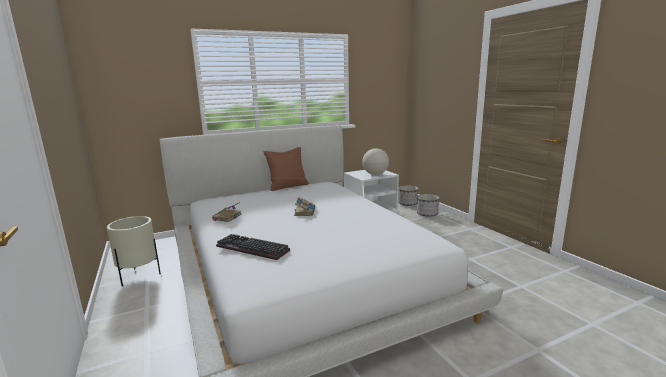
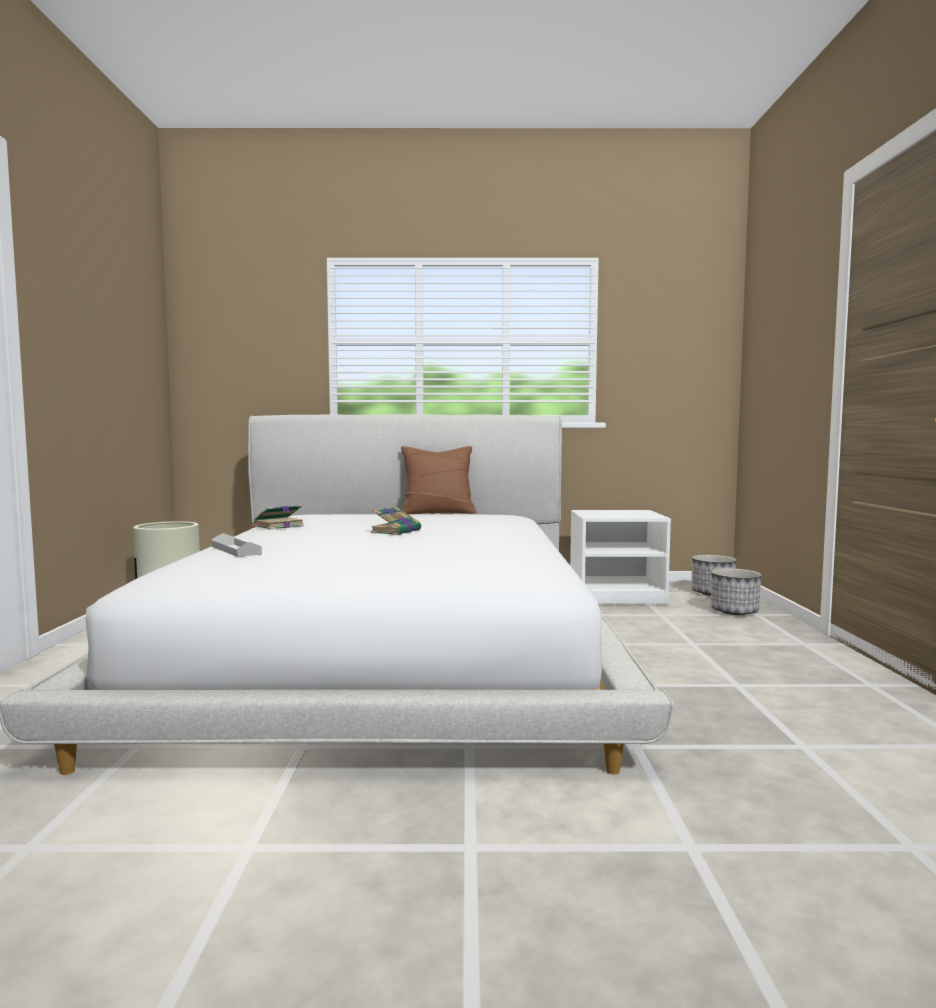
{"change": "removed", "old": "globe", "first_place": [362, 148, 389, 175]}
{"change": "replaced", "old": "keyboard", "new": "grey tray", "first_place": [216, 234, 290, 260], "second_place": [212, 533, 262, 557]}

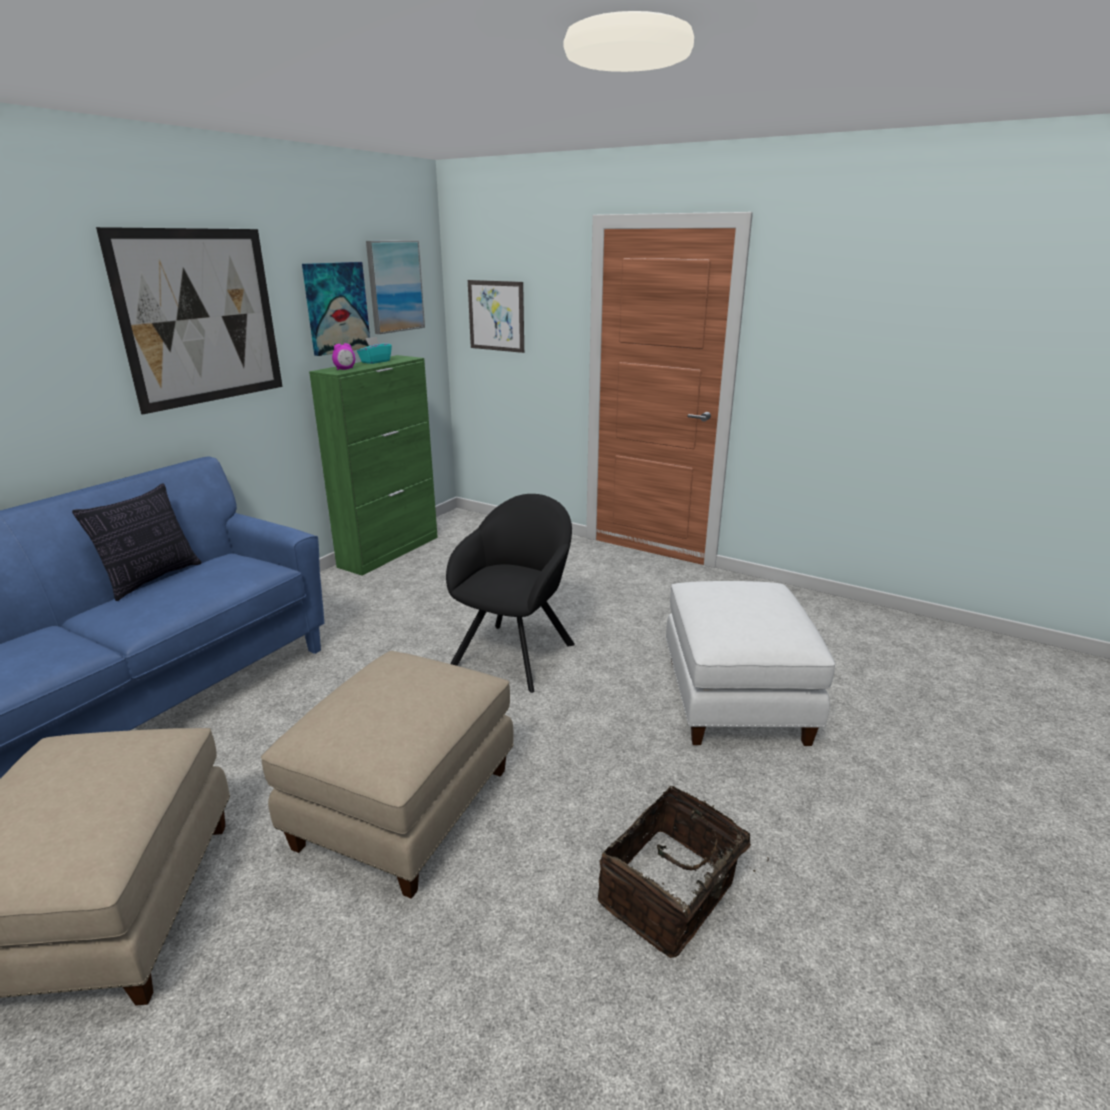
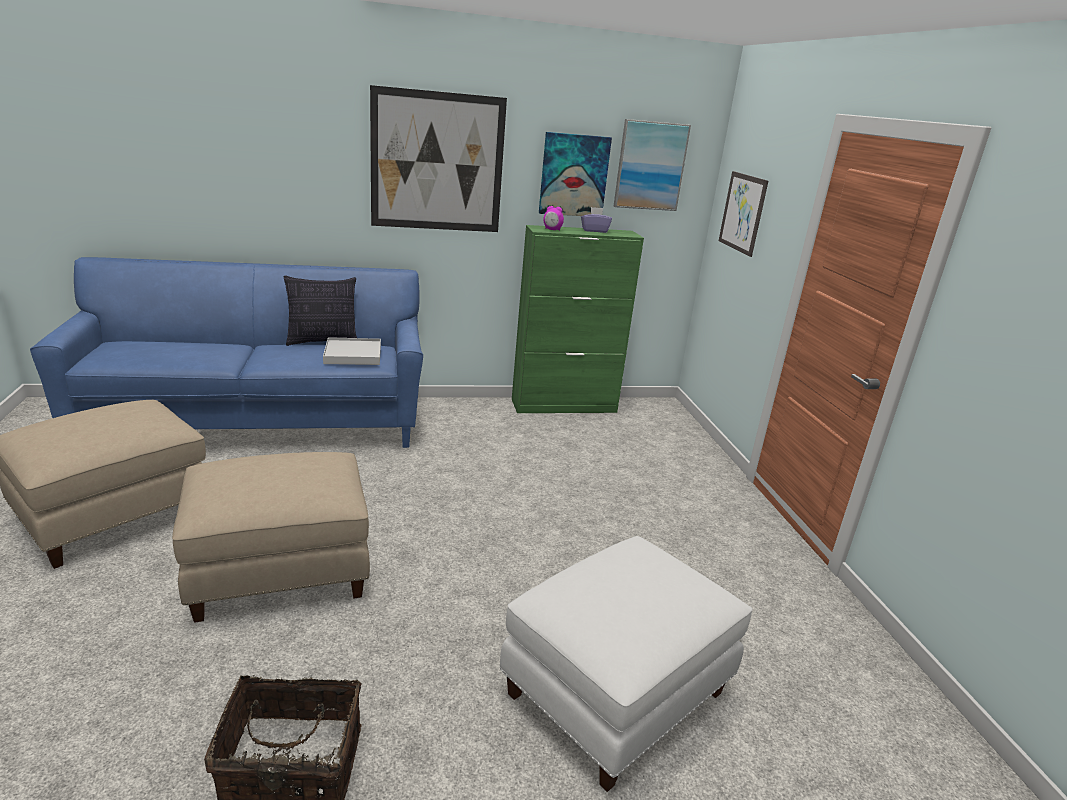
{"change": "removed", "old": "black armchair", "first_place": [446, 494, 575, 693]}
{"change": "added", "new": "white tray", "second_place": [323, 337, 381, 365]}
{"change": "recoloured", "old": "turquoise tissue box", "new": "purple tissue box", "first_place": [357, 337, 392, 364], "second_place": [581, 207, 612, 233]}

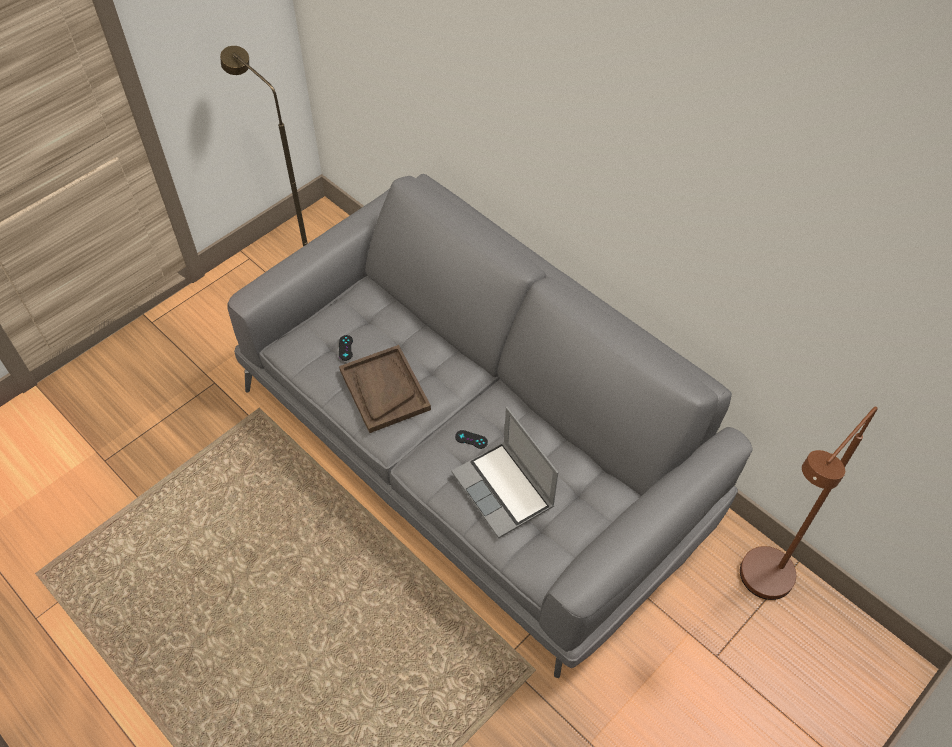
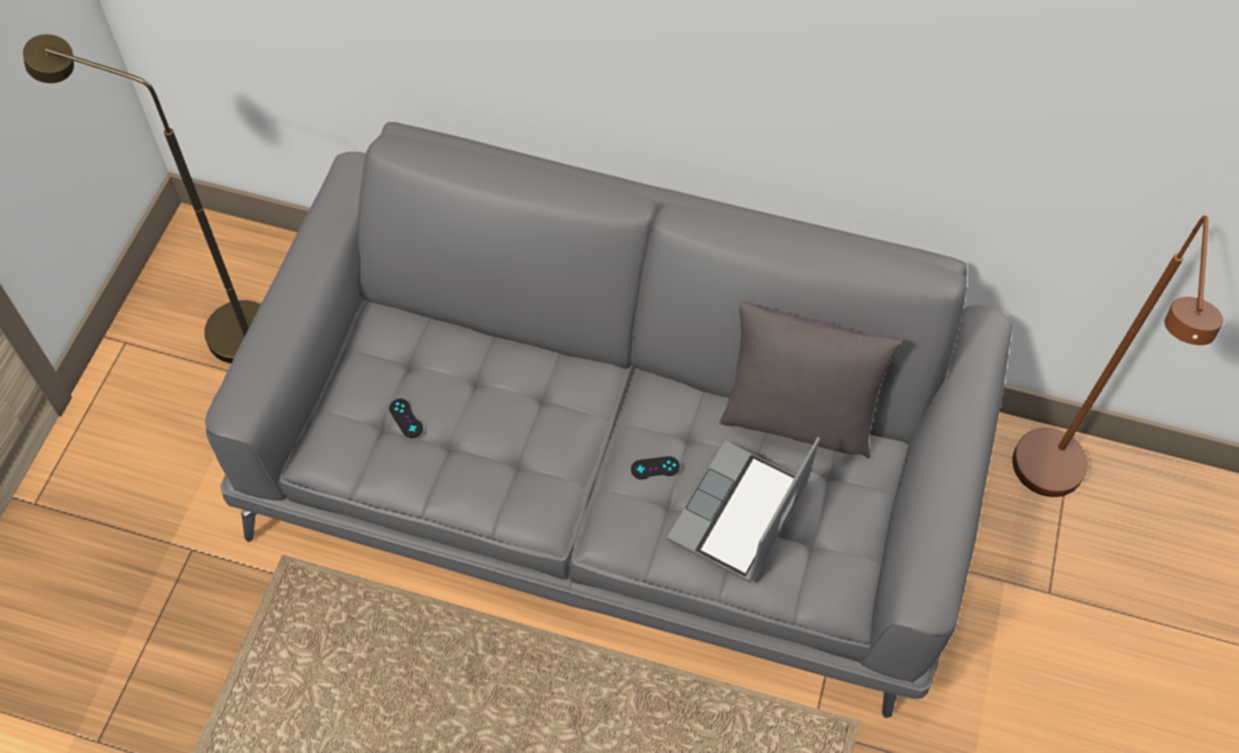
{"change": "removed", "old": "brown tray", "first_place": [339, 345, 431, 433]}
{"change": "added", "new": "grey pillow", "second_place": [720, 301, 902, 458]}
{"change": "turned", "old": "laptop", "first_place": [452, 407, 558, 539], "second_place": [667, 437, 820, 584], "degrees": 90}

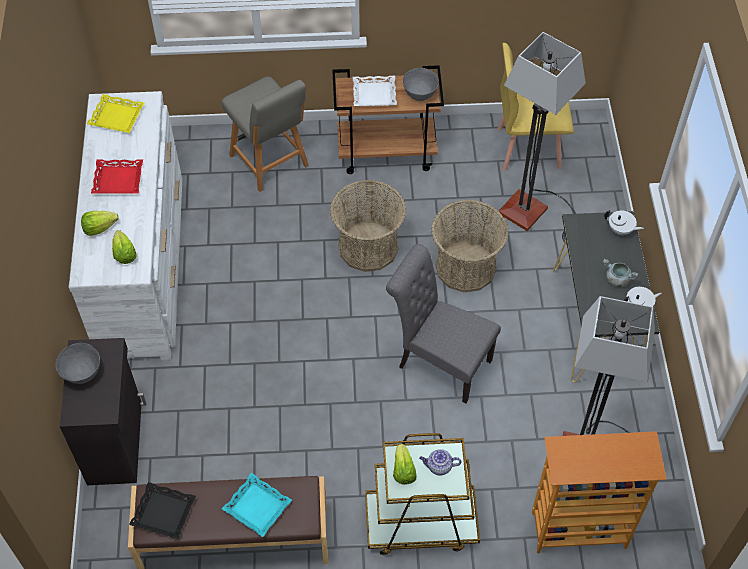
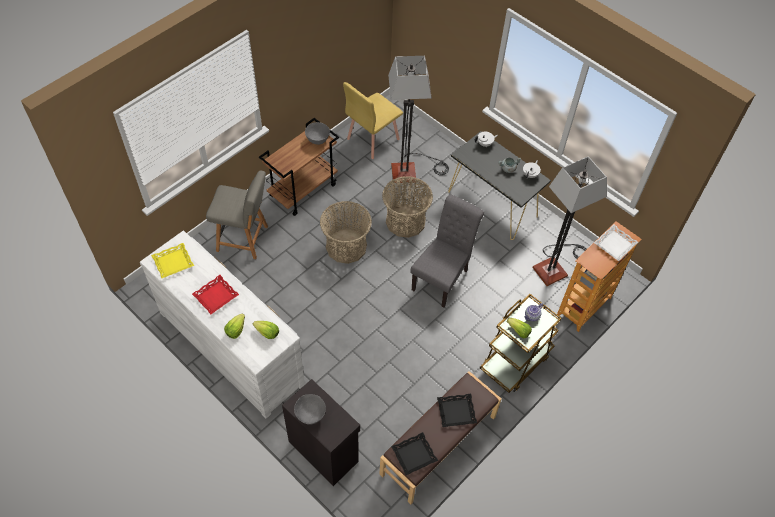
{"change": "moved", "old": "white tray", "first_place": [353, 76, 397, 106], "second_place": [594, 224, 638, 261]}
{"change": "recoloured", "old": "turquoise tray", "new": "black tray", "first_place": [222, 473, 292, 537], "second_place": [437, 394, 477, 427]}
{"change": "turned", "old": "grey chair", "first_place": [386, 244, 501, 403], "second_place": [411, 195, 484, 308], "degrees": 135}

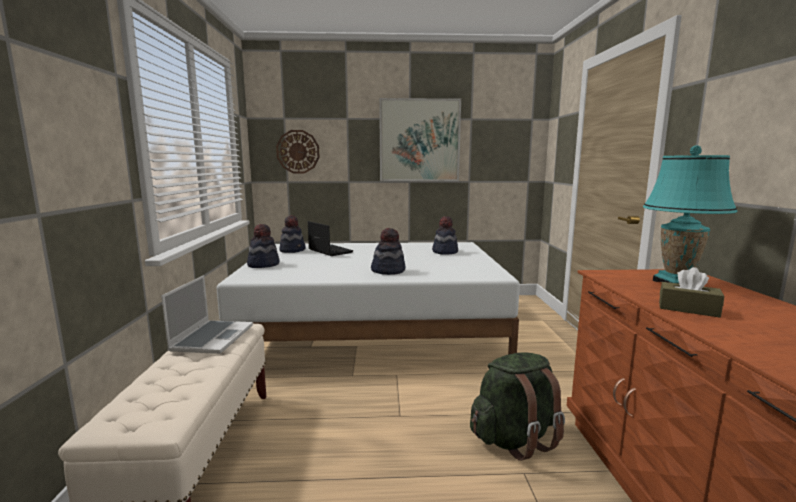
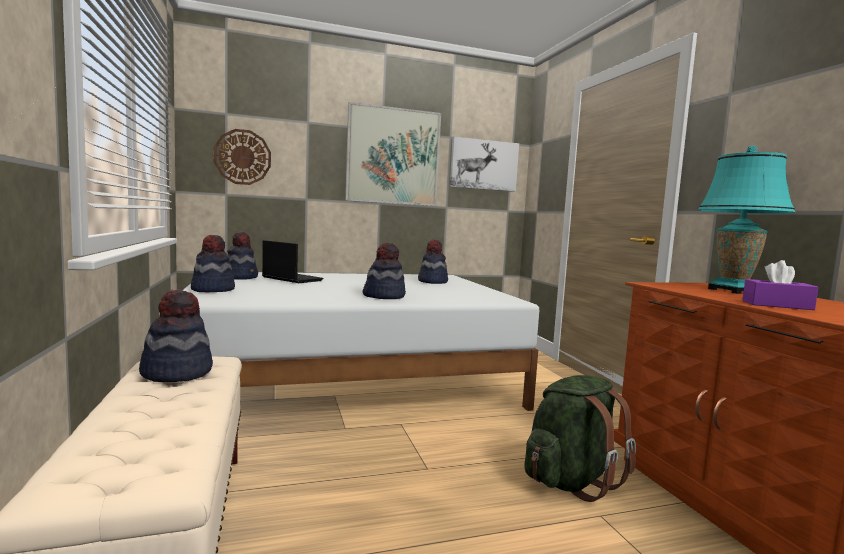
{"change": "added", "new": "picture", "second_place": [450, 136, 519, 192]}
{"change": "replaced", "old": "laptop", "new": "hat", "first_place": [161, 275, 253, 354], "second_place": [139, 289, 213, 382]}
{"change": "recoloured", "old": "brown tissue box", "new": "purple tissue box", "first_place": [659, 267, 724, 318], "second_place": [742, 260, 818, 310]}

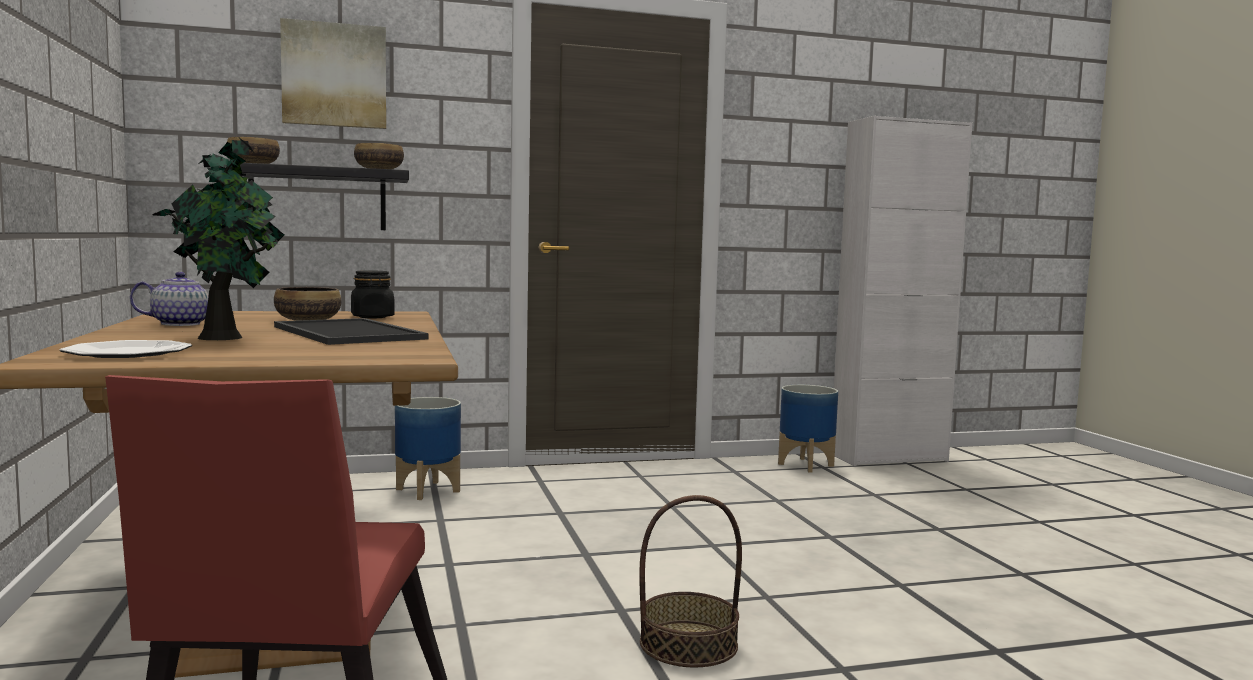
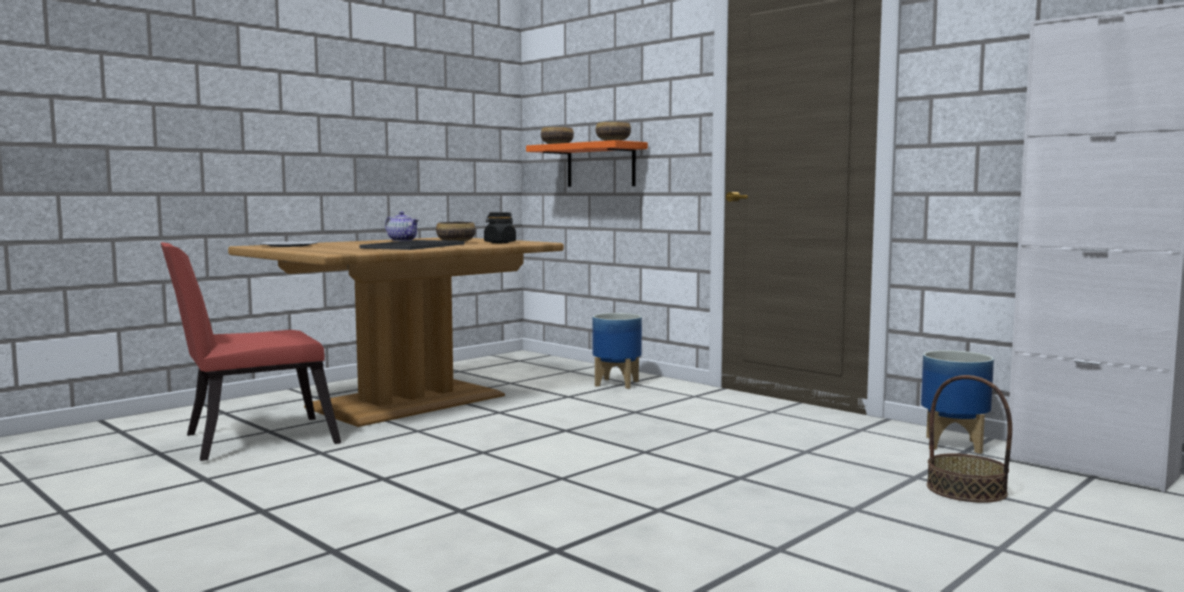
{"change": "removed", "old": "potted plant", "first_place": [152, 138, 284, 340]}
{"change": "removed", "old": "picture", "first_place": [280, 18, 386, 129]}
{"change": "moved", "old": "basket", "first_place": [639, 495, 742, 667], "second_place": [927, 375, 1012, 503]}
{"change": "recoloured", "old": "black shelf", "new": "orange shelf", "first_place": [220, 163, 409, 230], "second_place": [526, 140, 648, 187]}

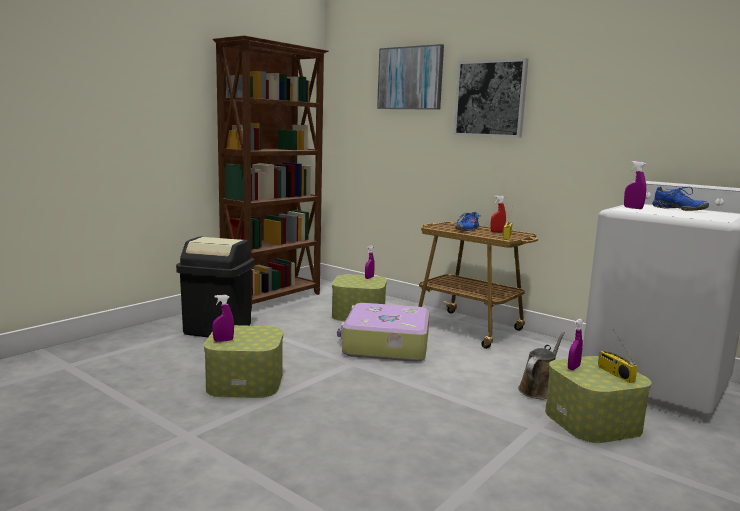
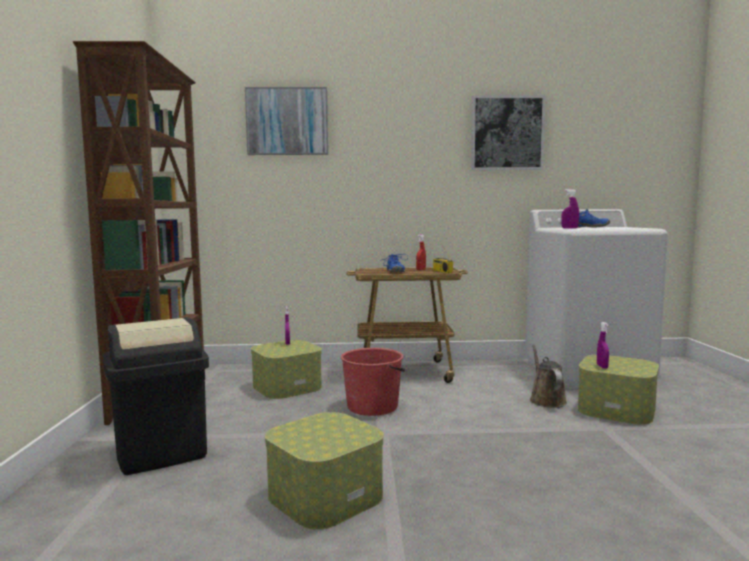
{"change": "removed", "old": "purple spray bottle", "first_place": [212, 295, 234, 342]}
{"change": "removed", "old": "radio", "first_place": [598, 329, 638, 383]}
{"change": "moved", "old": "picture", "first_place": [453, 58, 528, 138], "second_place": [471, 95, 546, 170]}
{"change": "replaced", "old": "suitcase", "new": "red bucket", "first_place": [337, 303, 429, 362], "second_place": [341, 348, 405, 416]}

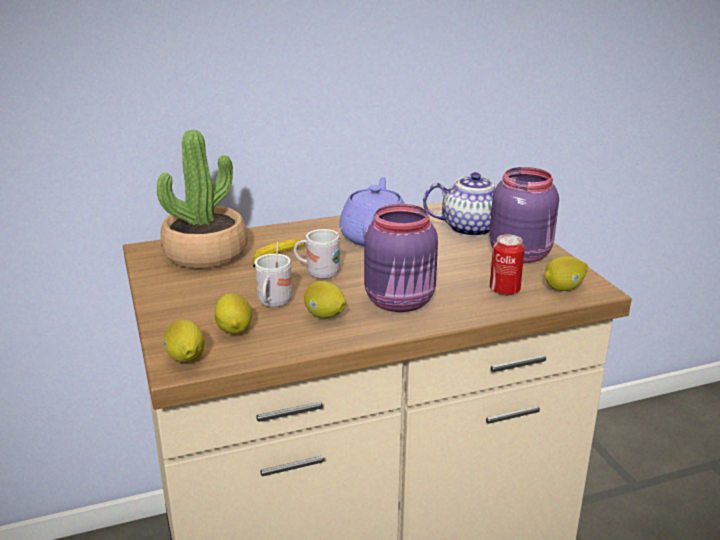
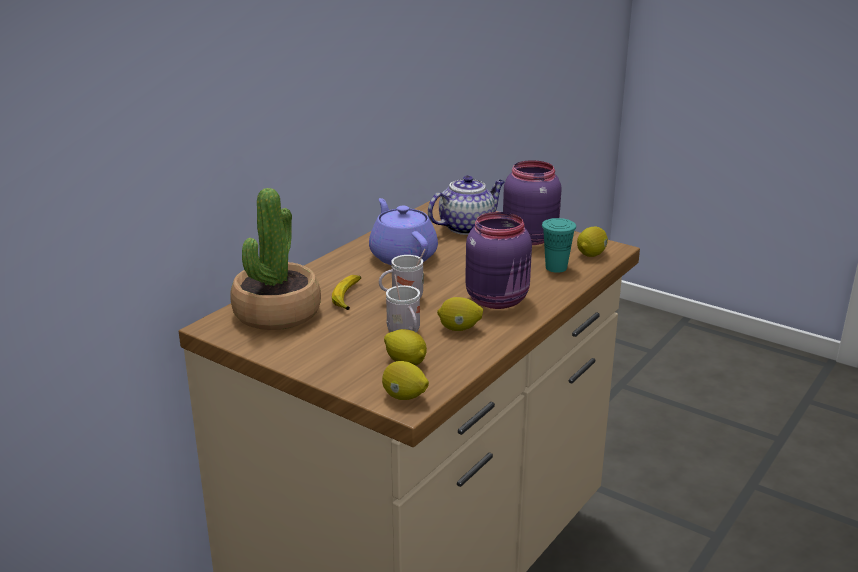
{"change": "replaced", "old": "can", "new": "turquoise cup", "first_place": [490, 234, 525, 296], "second_place": [542, 218, 576, 273]}

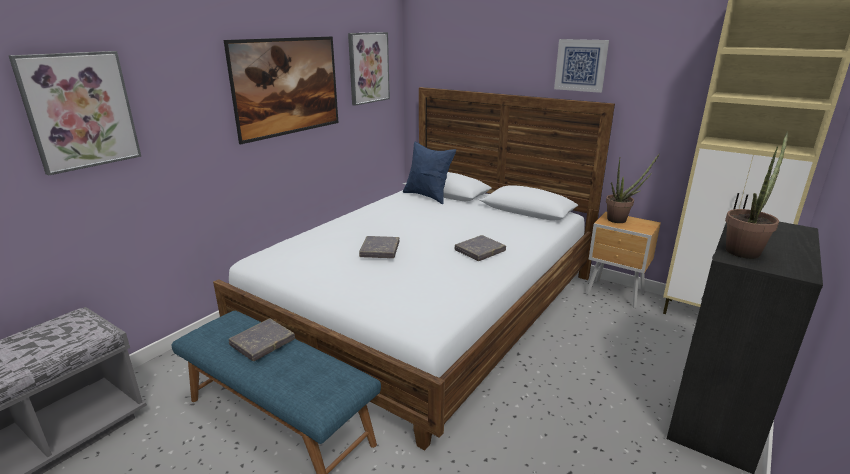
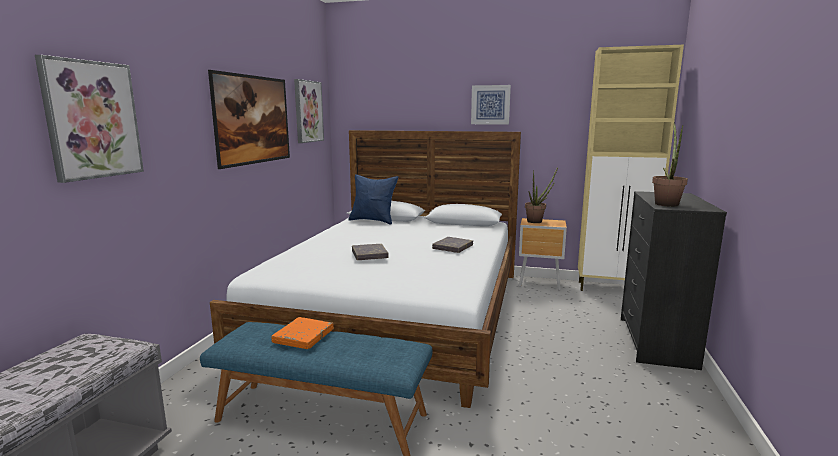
{"change": "recoloured", "old": "grey book", "new": "orange book", "first_place": [229, 318, 295, 361], "second_place": [271, 317, 334, 349]}

